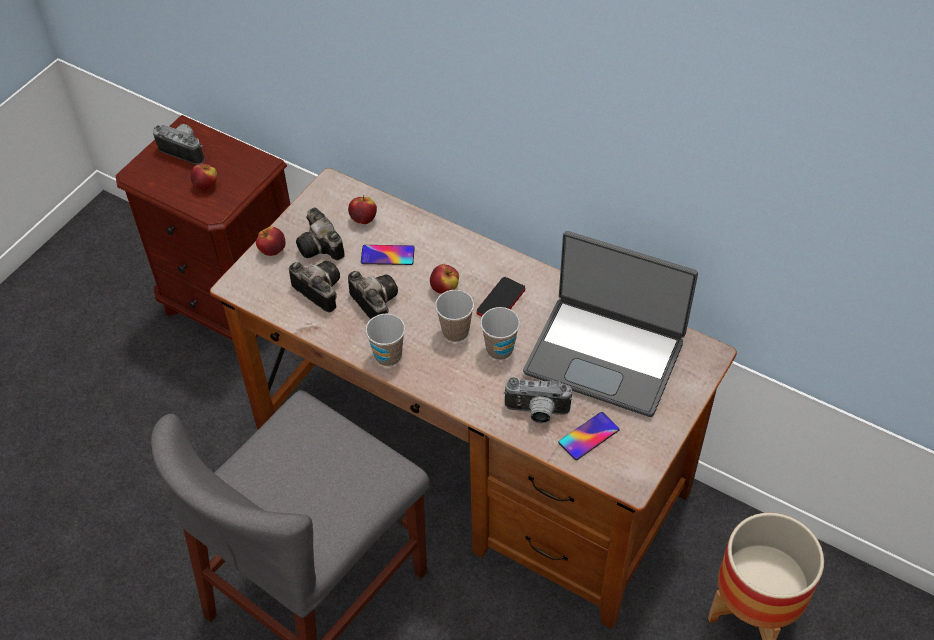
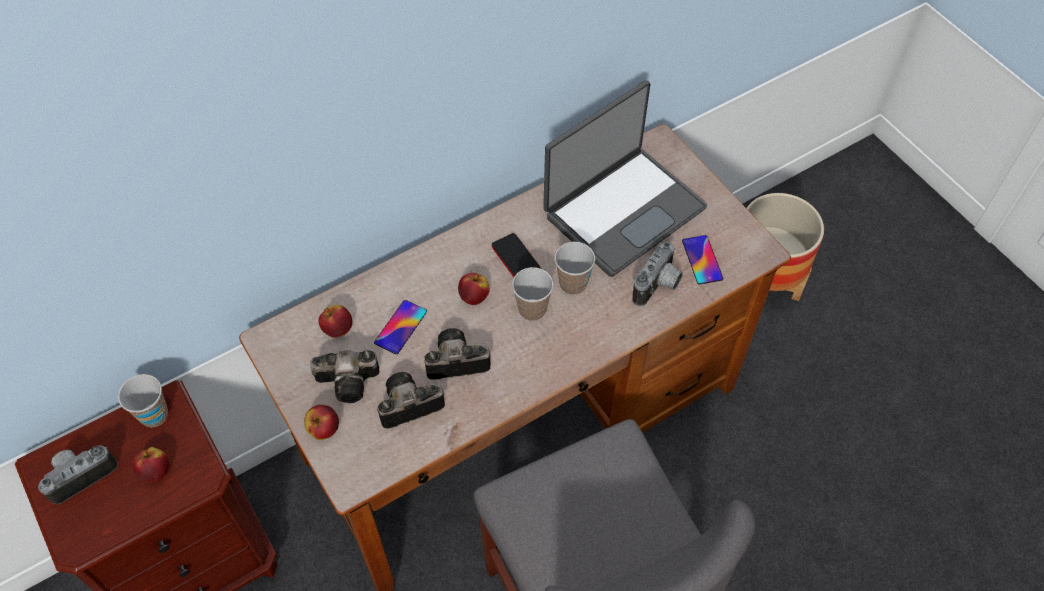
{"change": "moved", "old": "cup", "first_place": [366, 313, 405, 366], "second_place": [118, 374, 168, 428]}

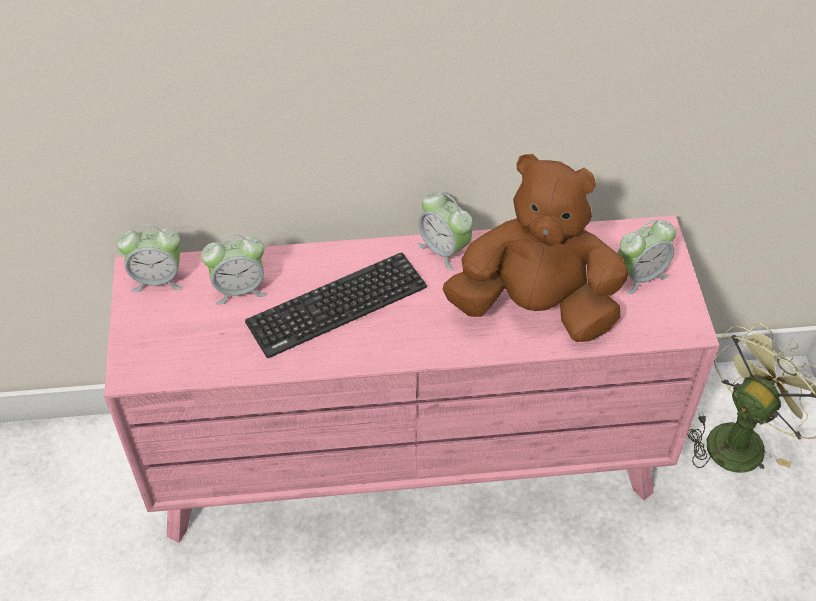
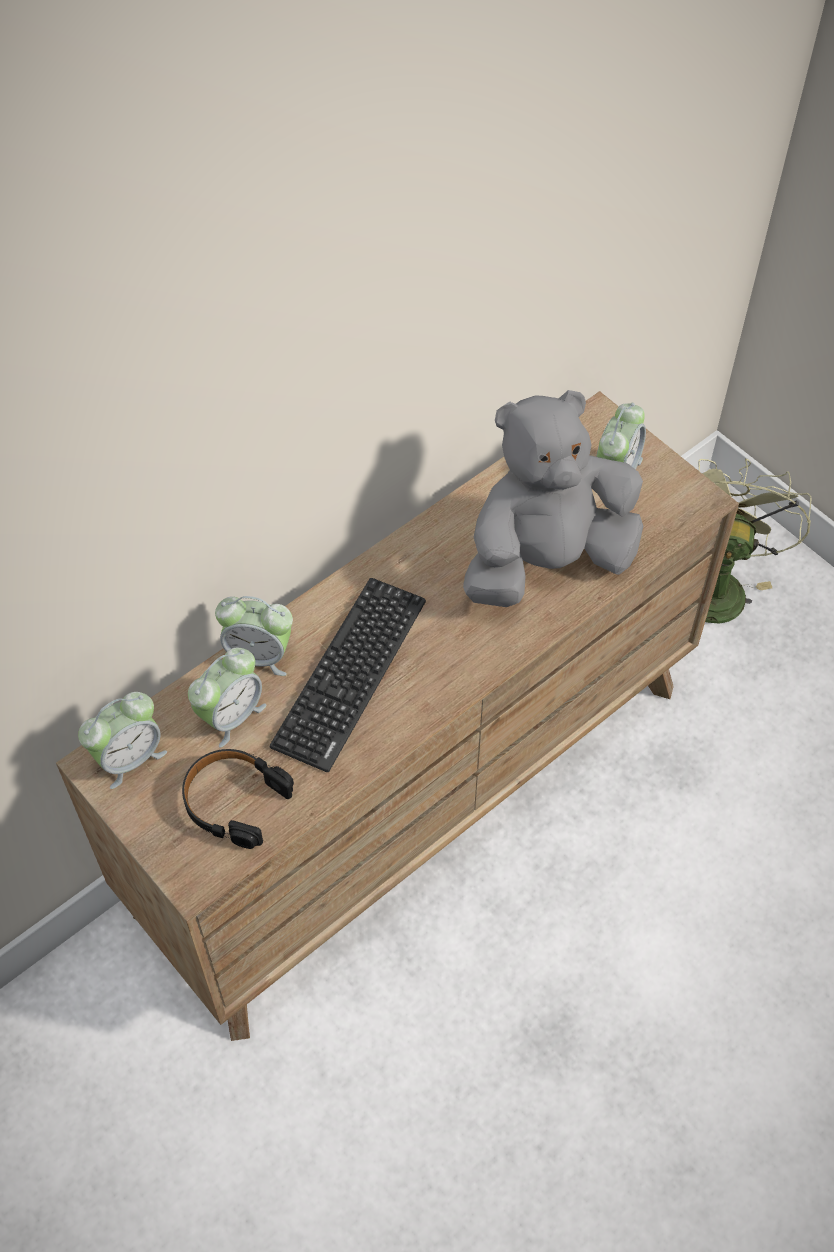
{"change": "added", "new": "black headphones", "second_place": [182, 749, 294, 849]}
{"change": "moved", "old": "alarm clock", "first_place": [417, 192, 473, 271], "second_place": [215, 596, 293, 676]}
{"change": "recoloured", "old": "pink dresser", "new": "brown dresser", "first_place": [104, 215, 720, 543], "second_place": [56, 391, 739, 1041]}
{"change": "recoloured", "old": "brown plush toy", "new": "grey plush toy", "first_place": [443, 154, 628, 342], "second_place": [463, 390, 643, 607]}

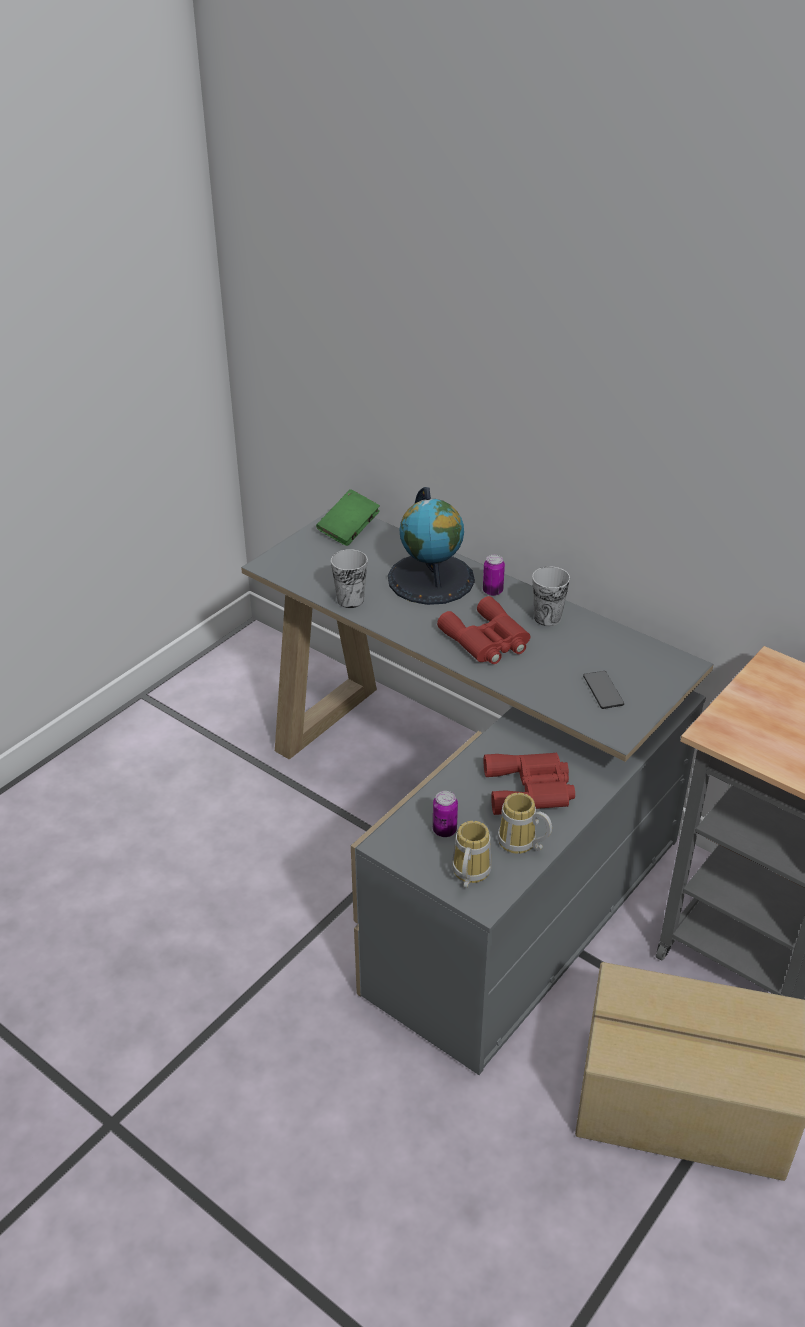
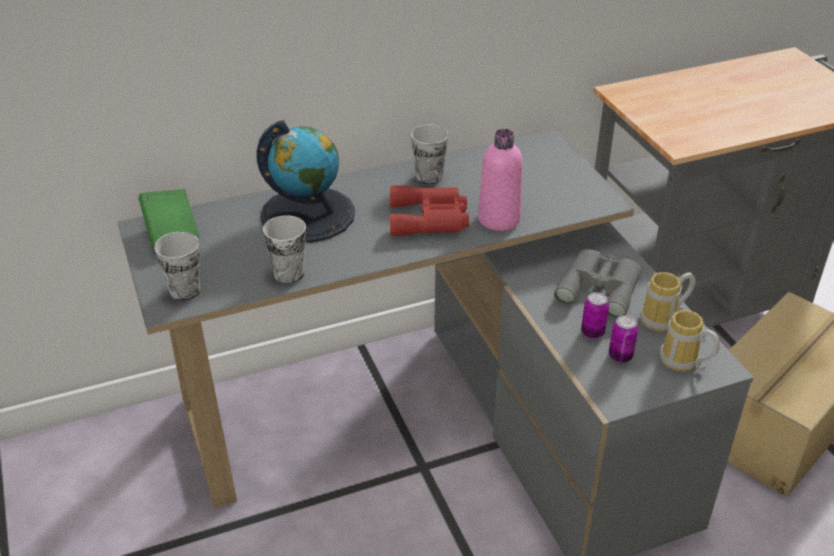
{"change": "removed", "old": "phone", "first_place": [583, 671, 624, 709]}
{"change": "added", "new": "cup", "second_place": [154, 232, 201, 301]}
{"change": "added", "new": "pink bottle", "second_place": [478, 129, 523, 231]}
{"change": "moved", "old": "can", "first_place": [483, 555, 505, 596], "second_place": [581, 292, 609, 339]}
{"change": "recoloured", "old": "red binoculars", "new": "grey binoculars", "first_place": [484, 753, 575, 815], "second_place": [554, 249, 642, 320]}

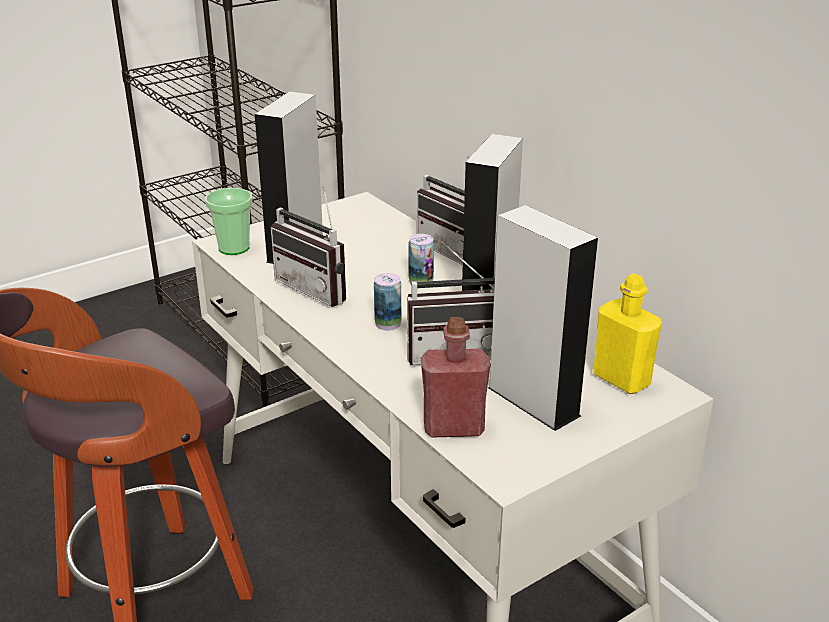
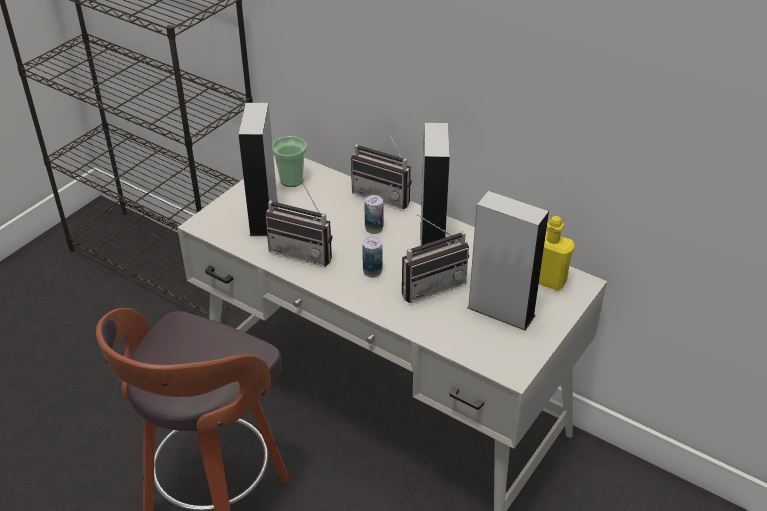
{"change": "removed", "old": "red bottle", "first_place": [421, 317, 491, 438]}
{"change": "moved", "old": "cup", "first_place": [205, 188, 252, 255], "second_place": [272, 136, 307, 187]}

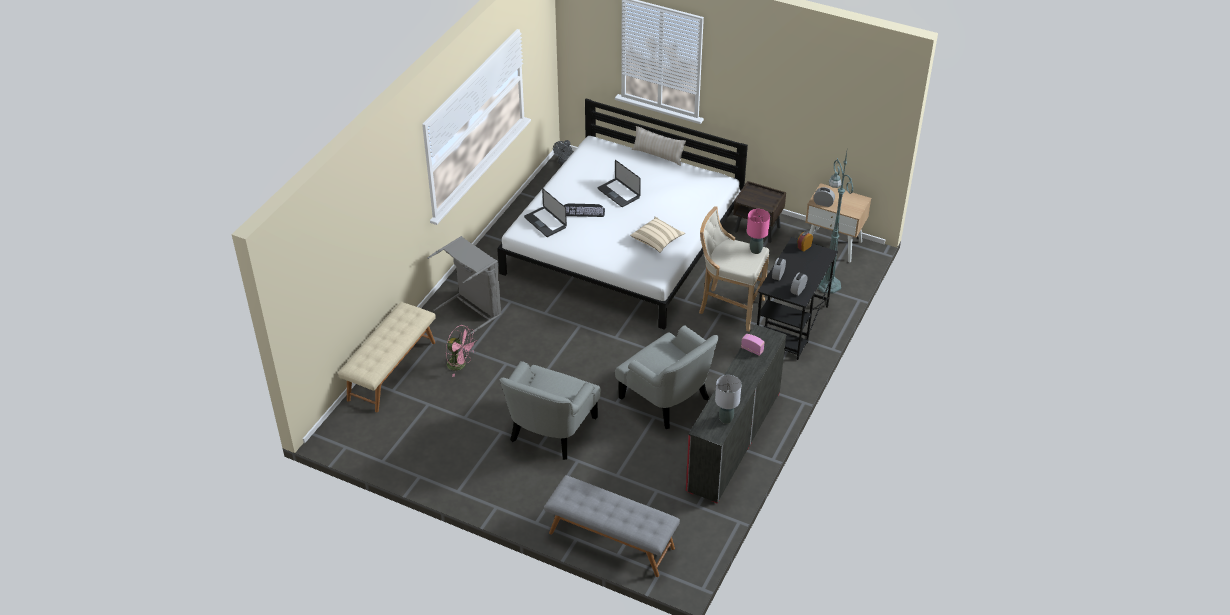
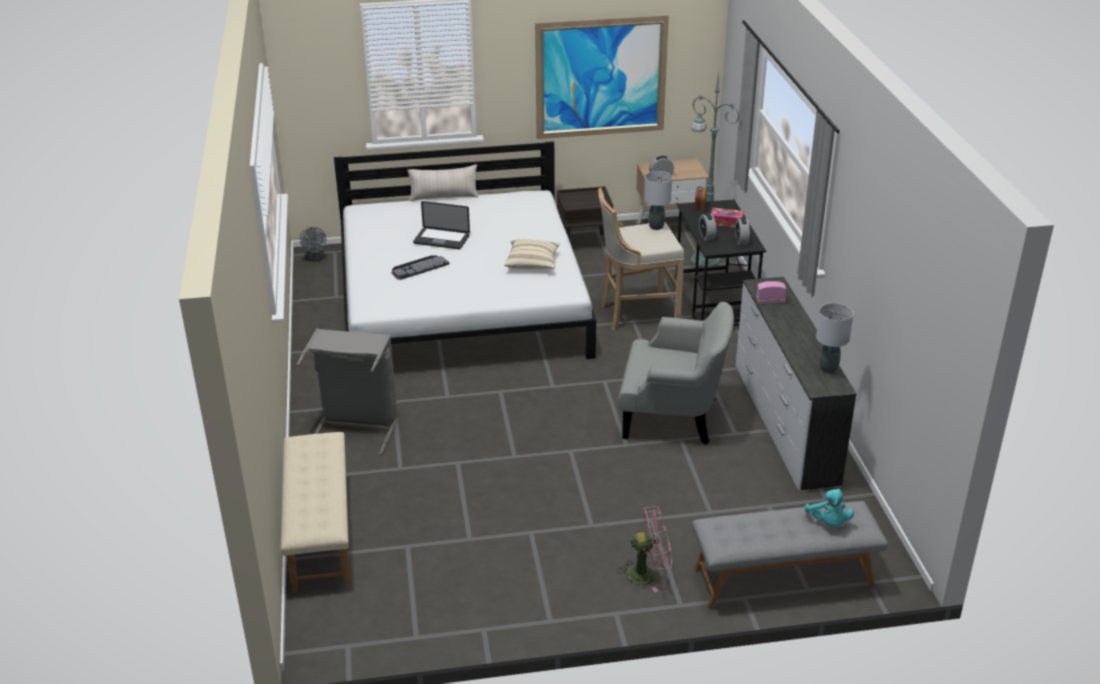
{"change": "removed", "old": "grey armchair", "first_place": [500, 361, 601, 460]}
{"change": "removed", "old": "laptop", "first_place": [524, 188, 567, 237]}
{"change": "added", "new": "picture", "second_place": [535, 15, 669, 139]}
{"change": "added", "new": "tissue box", "second_place": [711, 208, 744, 228]}
{"change": "added", "new": "turquoise plush toy", "second_place": [805, 489, 854, 527]}
{"change": "moved", "old": "pink fan", "first_place": [446, 325, 477, 377], "second_place": [617, 506, 672, 592]}
{"change": "recoloured", "old": "red dresser", "new": "white dresser", "first_place": [686, 324, 786, 504], "second_place": [736, 277, 857, 492]}
{"change": "recoloured", "old": "pink table lamp", "new": "grey table lamp", "first_place": [747, 209, 770, 254], "second_place": [644, 171, 672, 230]}

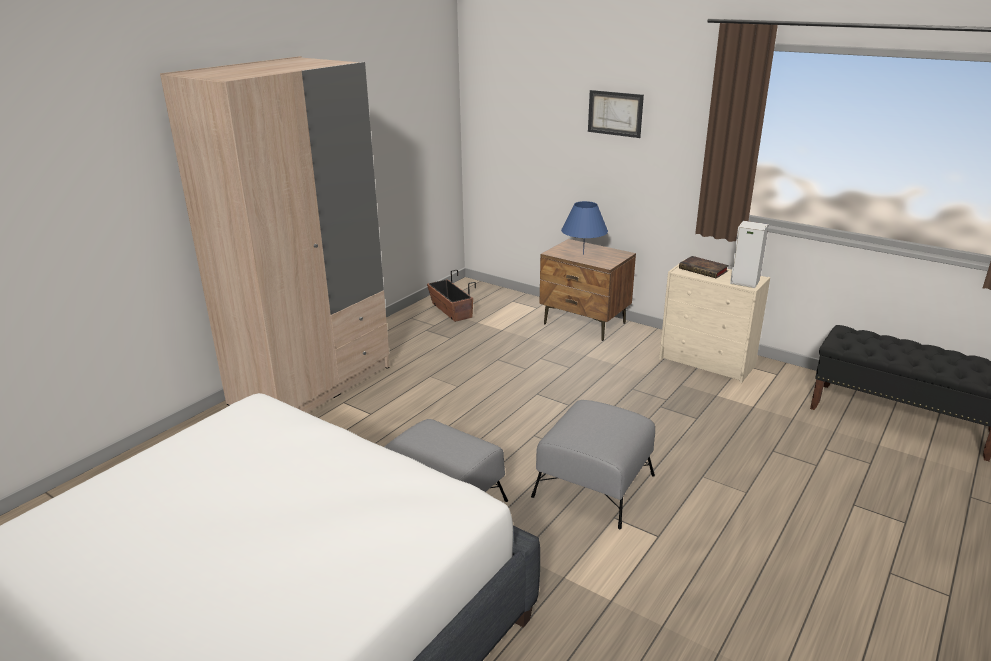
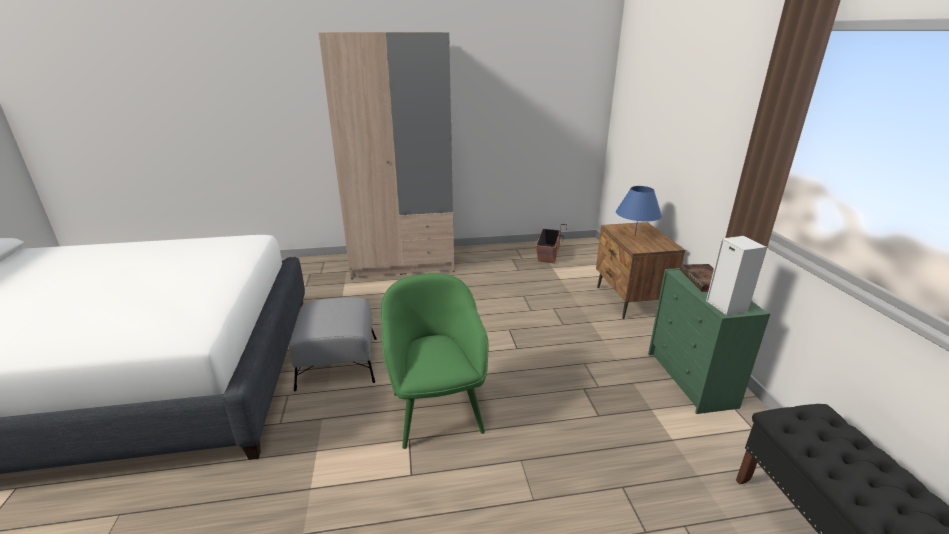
{"change": "removed", "old": "picture", "first_place": [588, 90, 644, 138]}
{"change": "replaced", "old": "grey ottoman", "new": "green armchair", "first_place": [531, 400, 655, 529], "second_place": [381, 273, 489, 449]}
{"change": "recoloured", "old": "beige dresser", "new": "green dresser", "first_place": [659, 259, 770, 383], "second_place": [648, 268, 770, 414]}

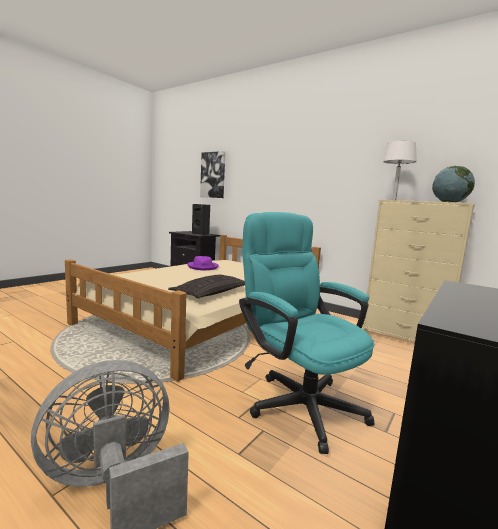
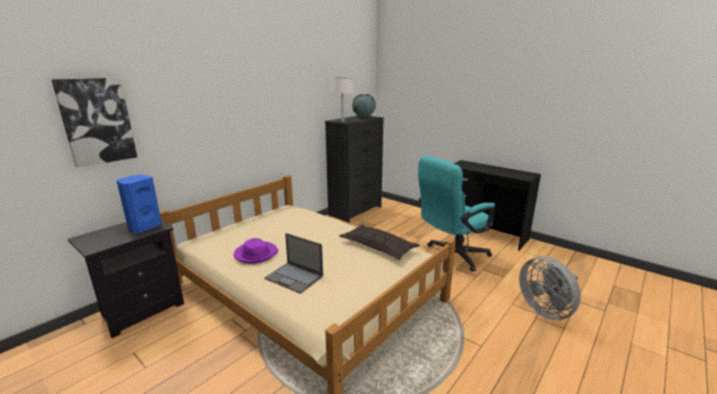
{"change": "added", "new": "laptop", "second_place": [264, 233, 323, 294]}
{"change": "recoloured", "old": "black speaker", "new": "blue speaker", "first_place": [192, 204, 210, 235], "second_place": [117, 175, 162, 233]}
{"change": "recoloured", "old": "beige dresser", "new": "black dresser", "first_place": [363, 200, 475, 342], "second_place": [325, 116, 384, 223]}

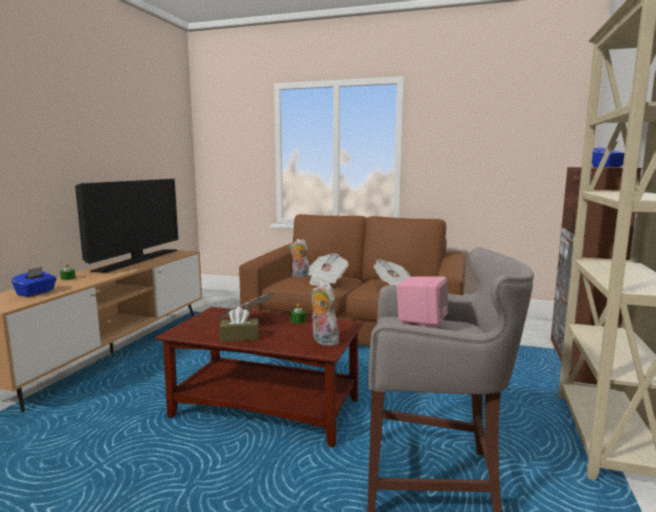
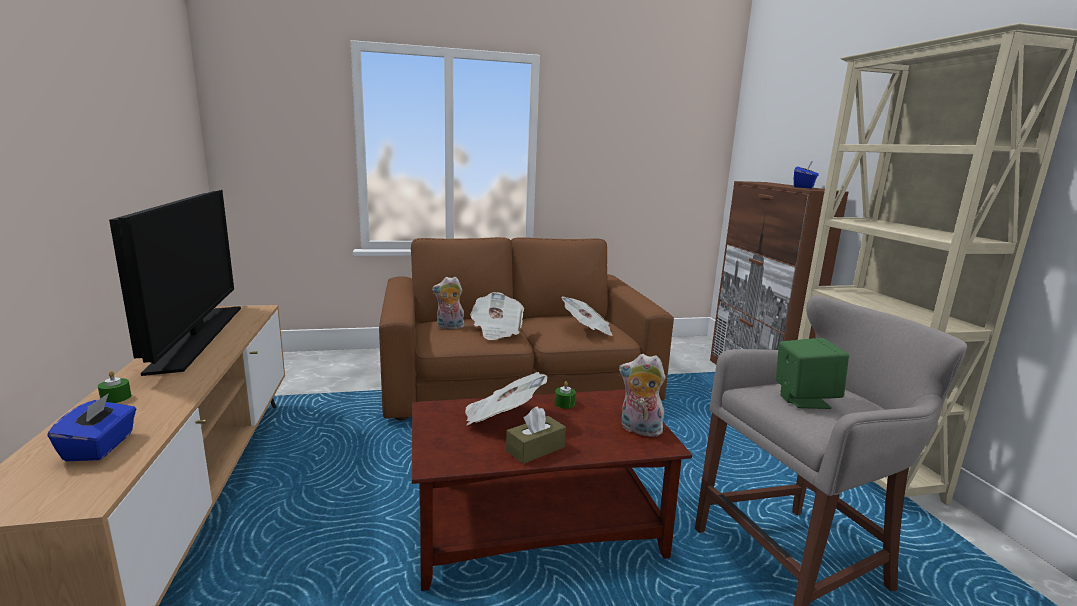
{"change": "recoloured", "old": "pink speaker", "new": "green speaker", "first_place": [397, 276, 448, 328], "second_place": [776, 338, 849, 409]}

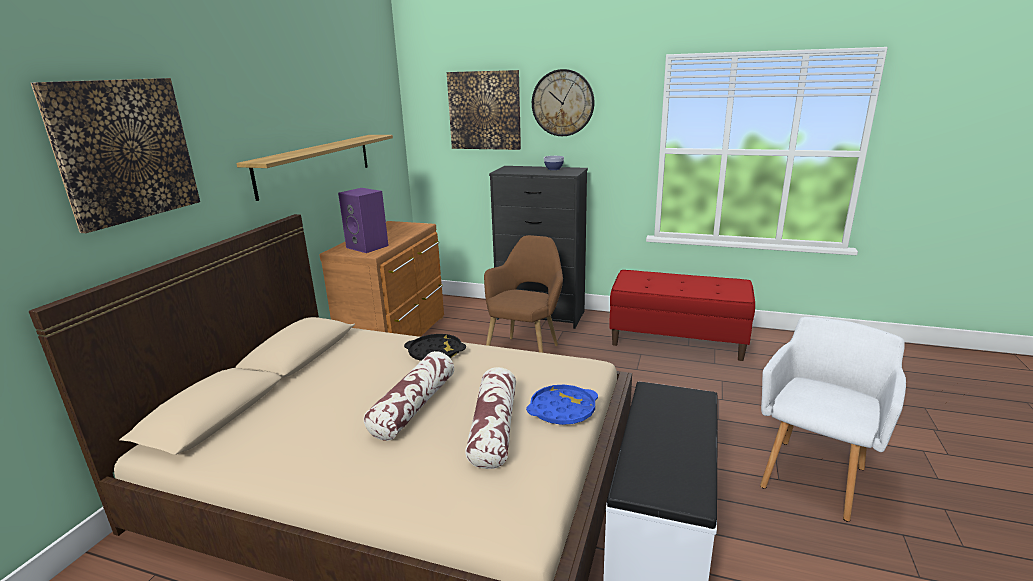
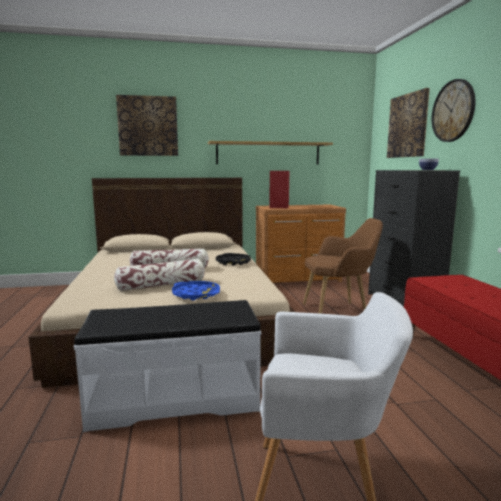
{"change": "recoloured", "old": "purple speaker", "new": "red speaker", "first_place": [338, 188, 389, 253], "second_place": [269, 171, 289, 208]}

